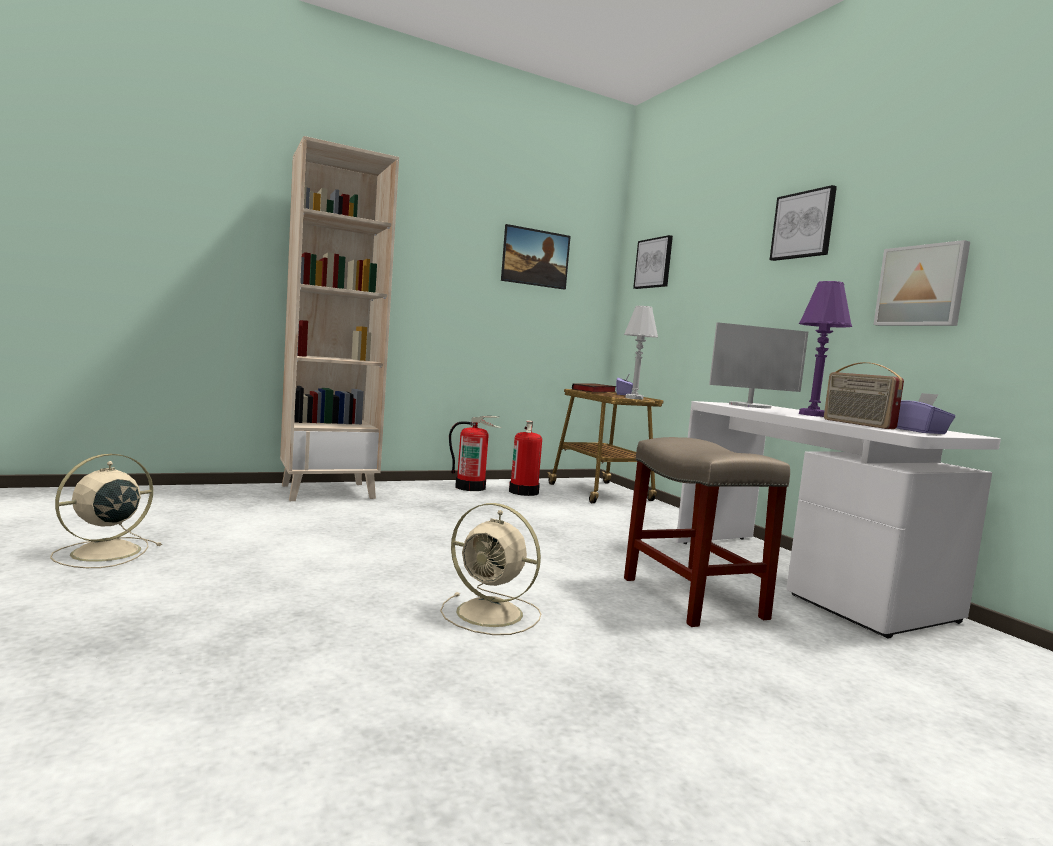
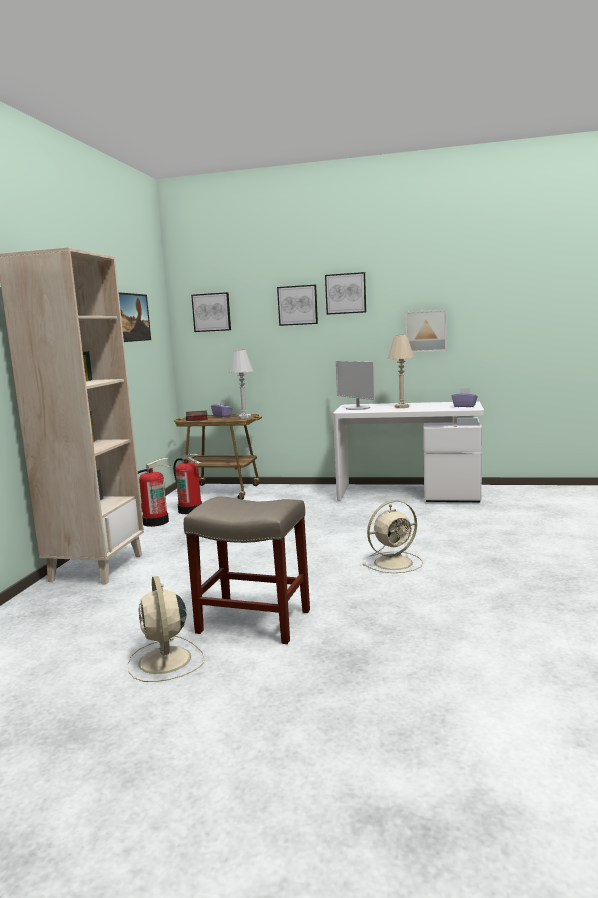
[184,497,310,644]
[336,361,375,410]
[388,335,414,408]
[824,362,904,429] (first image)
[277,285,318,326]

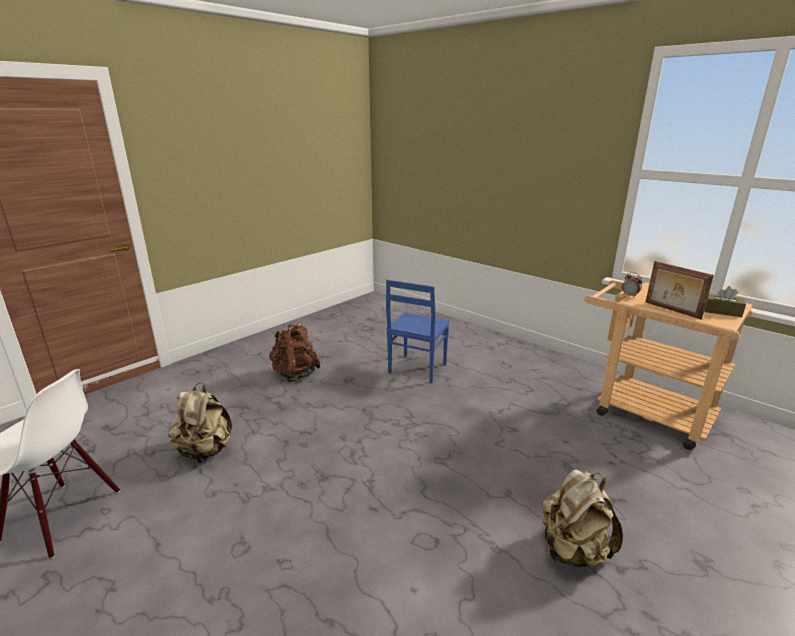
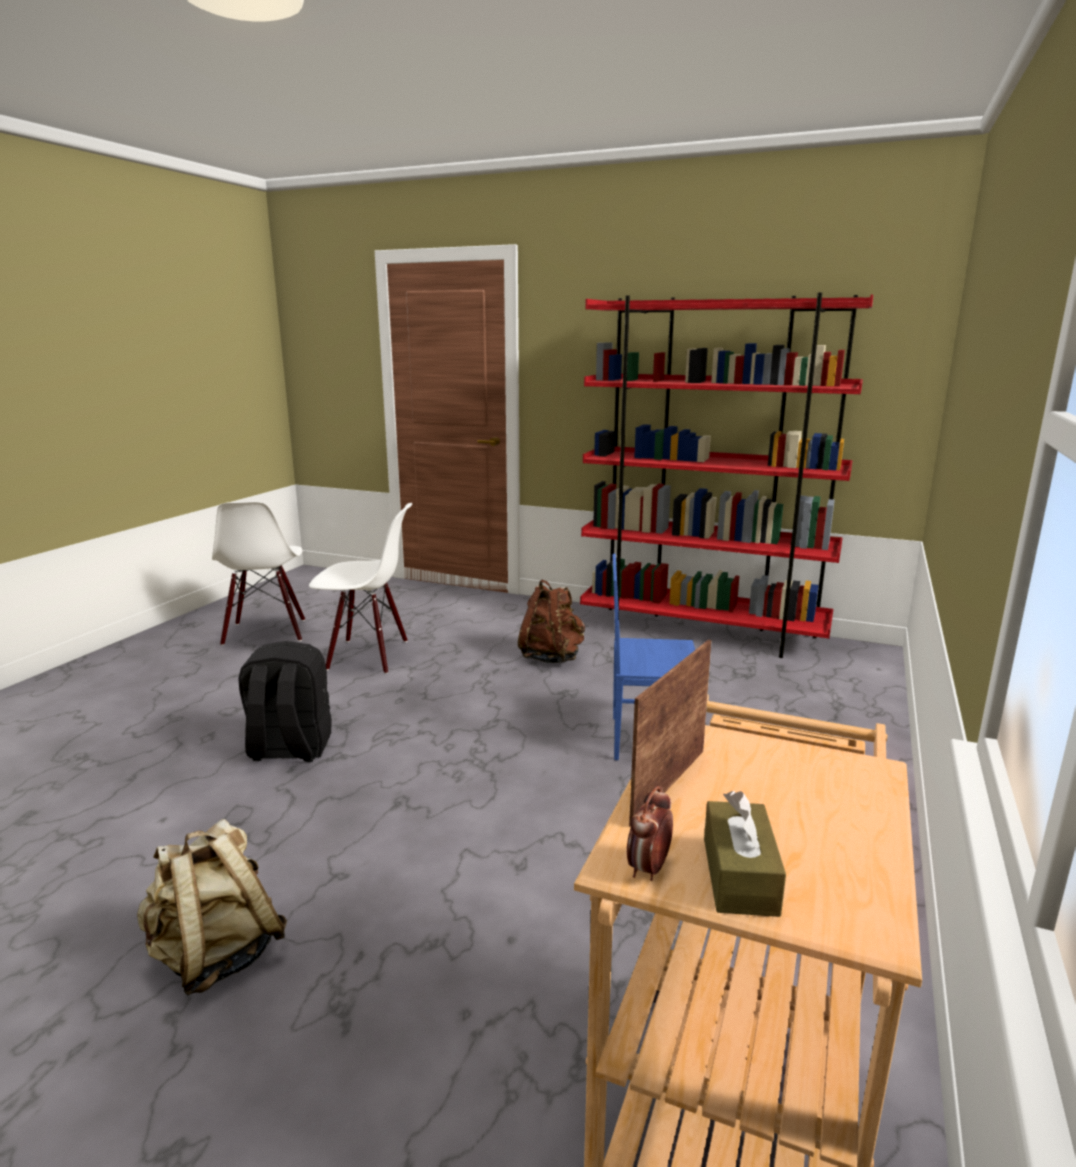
[309,503,412,674]
[627,786,673,881]
[238,641,332,762]
[580,292,873,658]

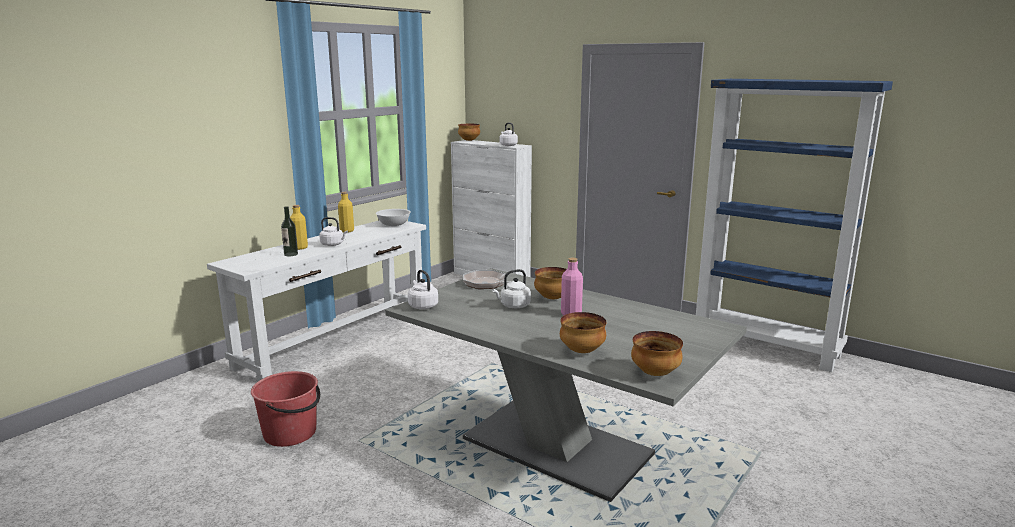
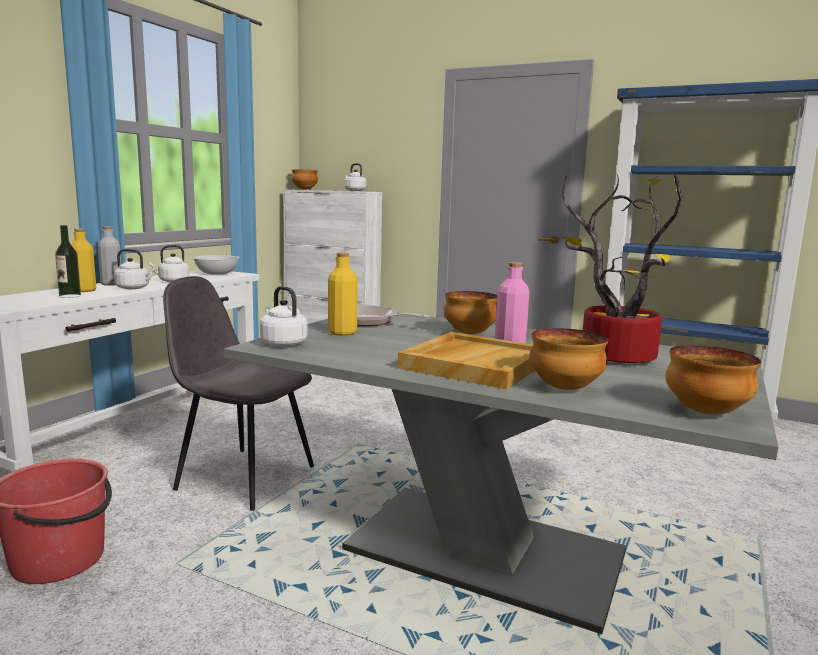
[328,252,358,336]
[148,245,190,282]
[98,226,122,286]
[163,276,314,511]
[398,332,535,390]
[561,173,682,363]

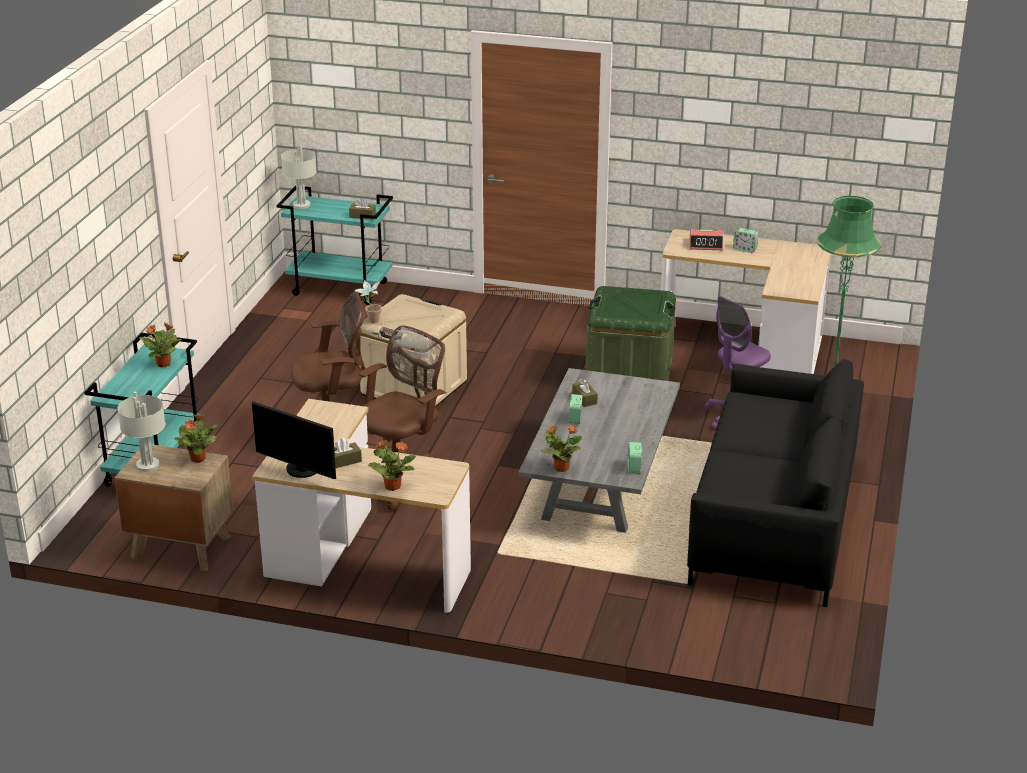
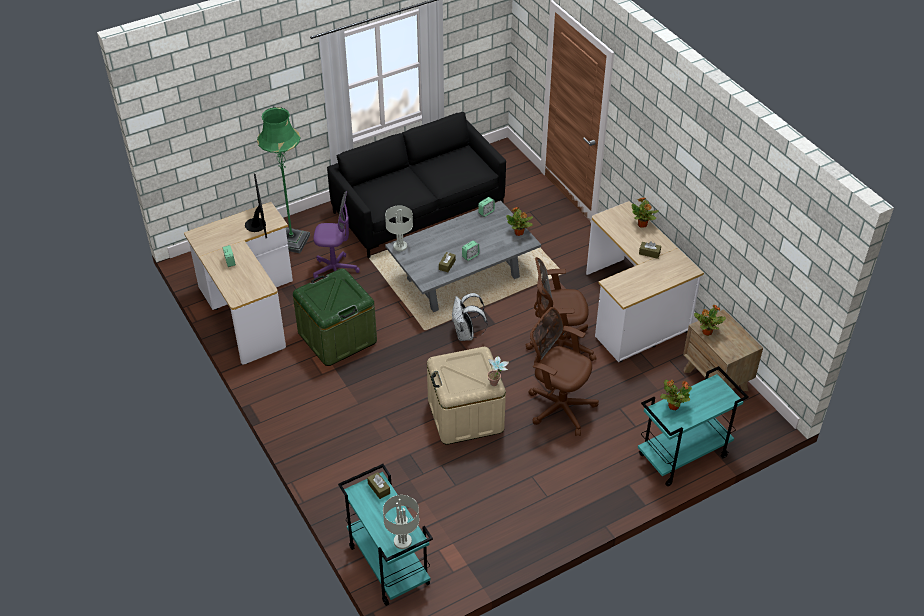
[385,206,413,251]
[245,173,267,238]
[690,229,723,250] (first image)
[452,293,487,341]

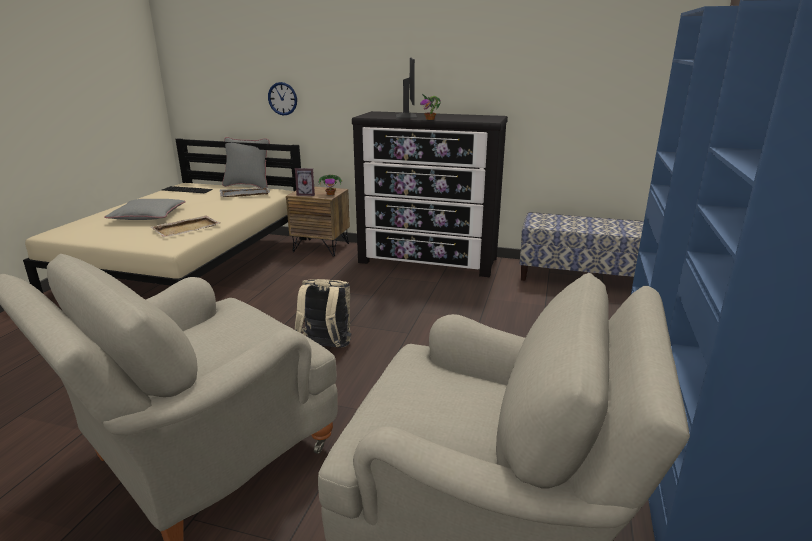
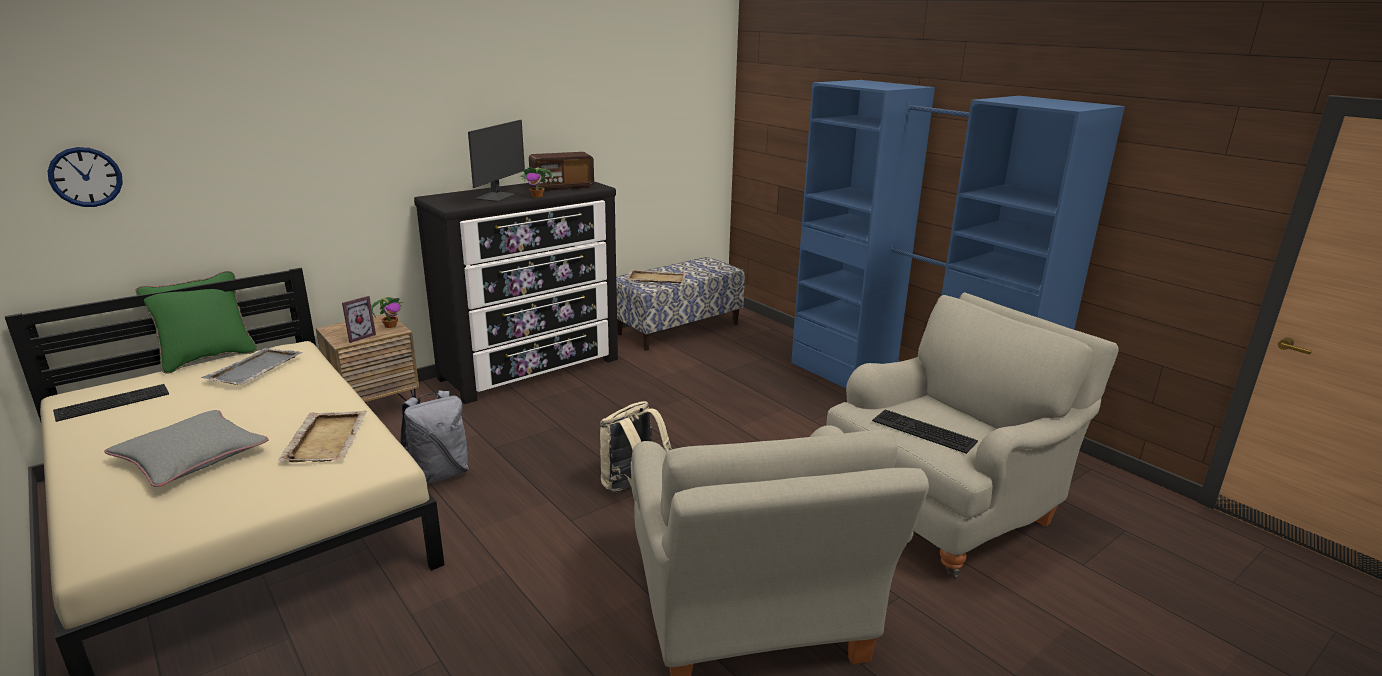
[135,271,257,374]
[48,147,123,207]
[468,120,525,202]
[400,390,469,484]
[529,152,594,191]
[626,269,686,284]
[872,410,978,454]

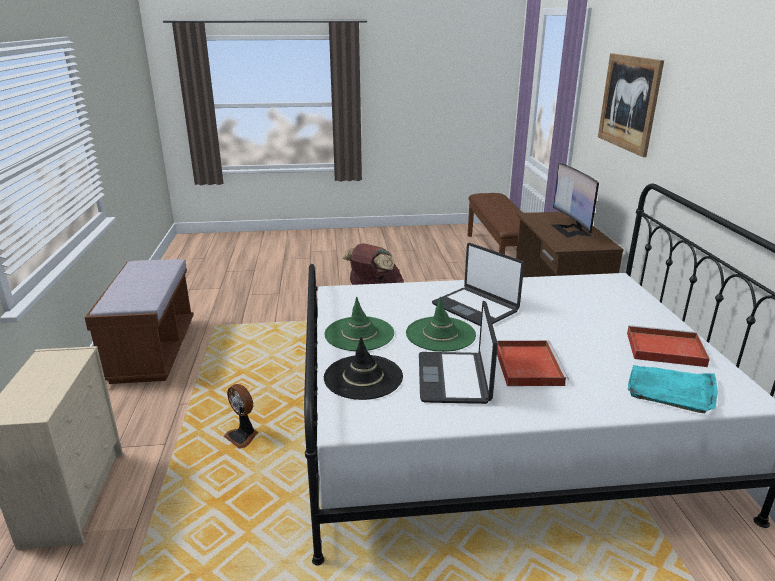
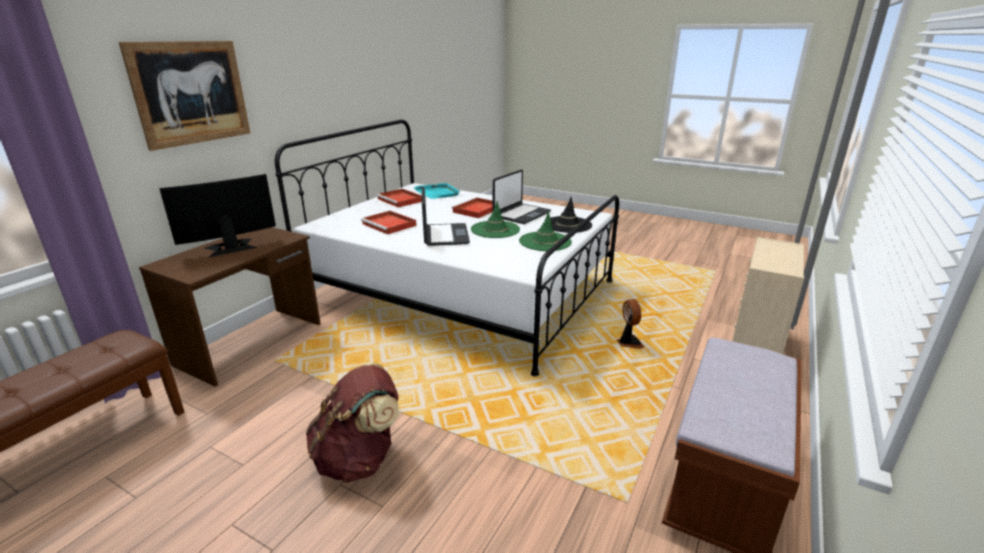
[159,174,276,258]
[361,211,417,235]

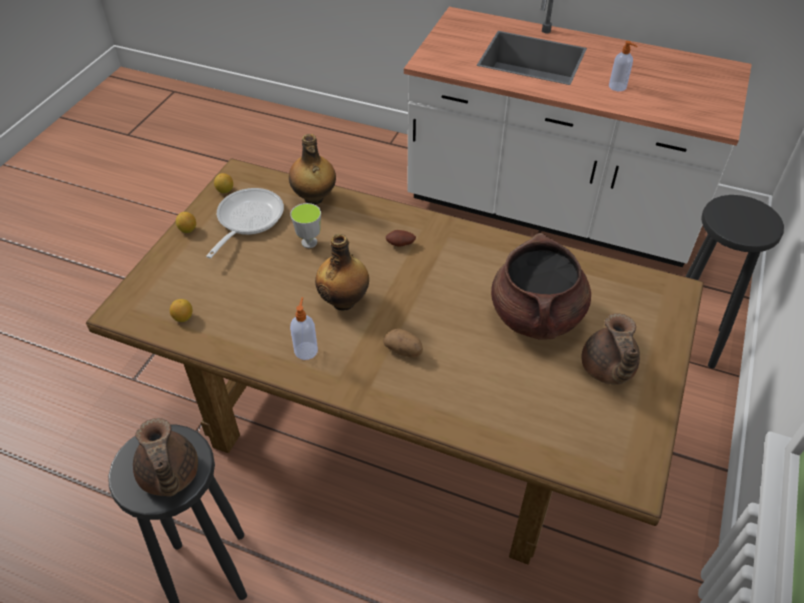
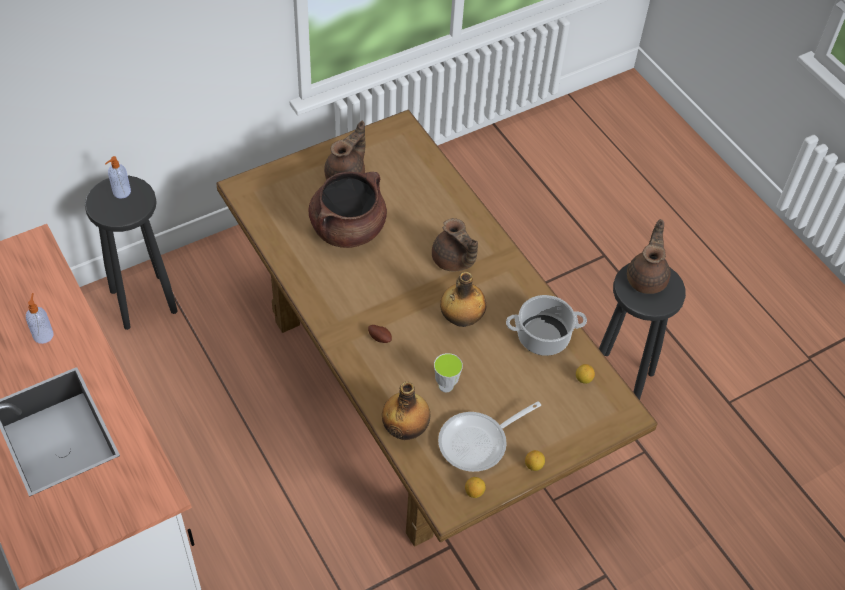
[105,156,131,198]
[432,218,478,271]
[506,295,587,356]

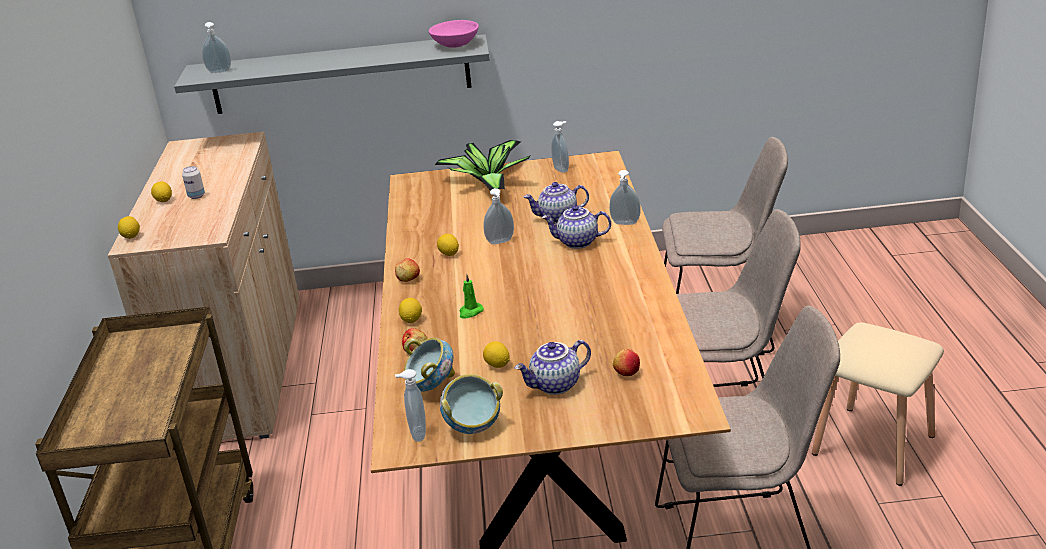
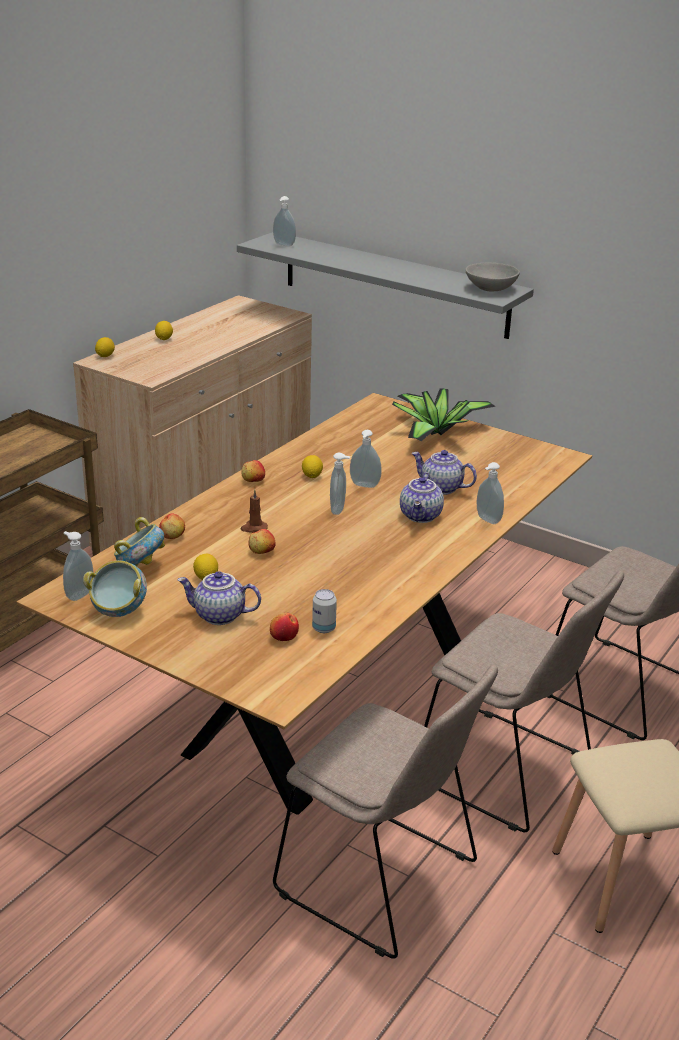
[312,589,337,633]
[399,298,422,323] (first image)
[465,263,520,291]
[240,489,268,533]
[400,472,444,523]
[330,453,351,515]
[248,529,276,554]

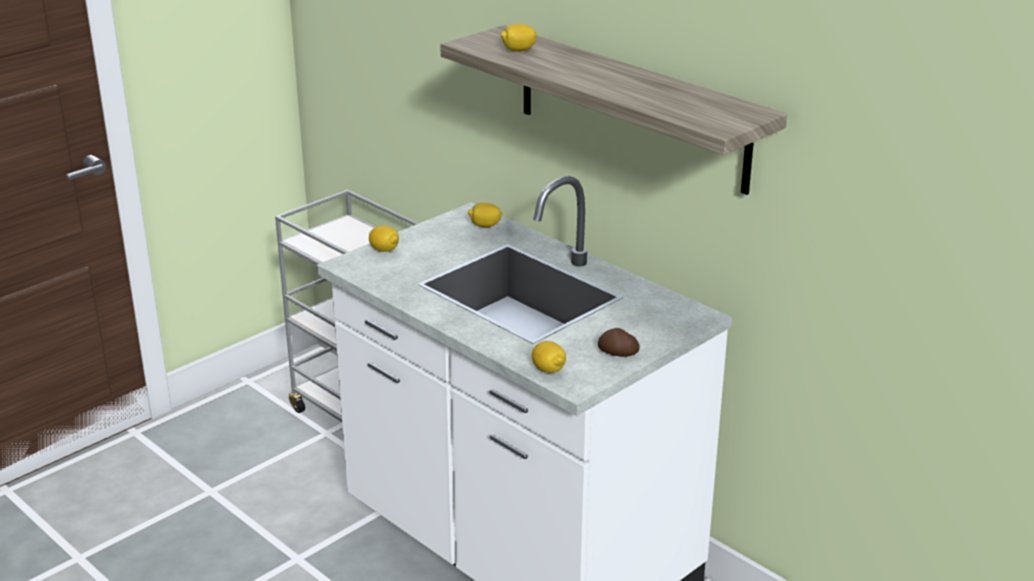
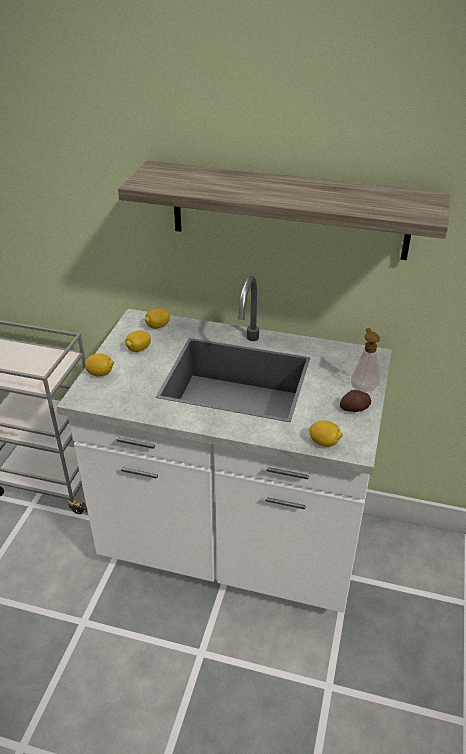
[125,330,151,352]
[351,328,380,392]

